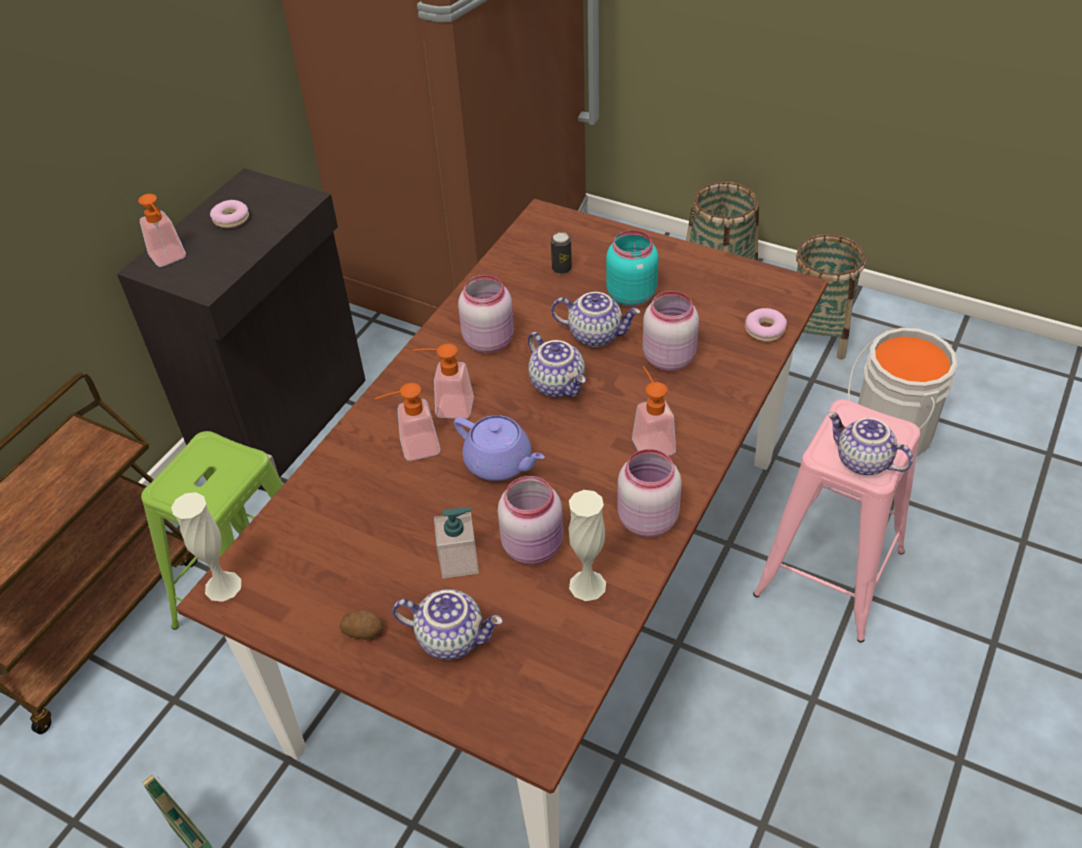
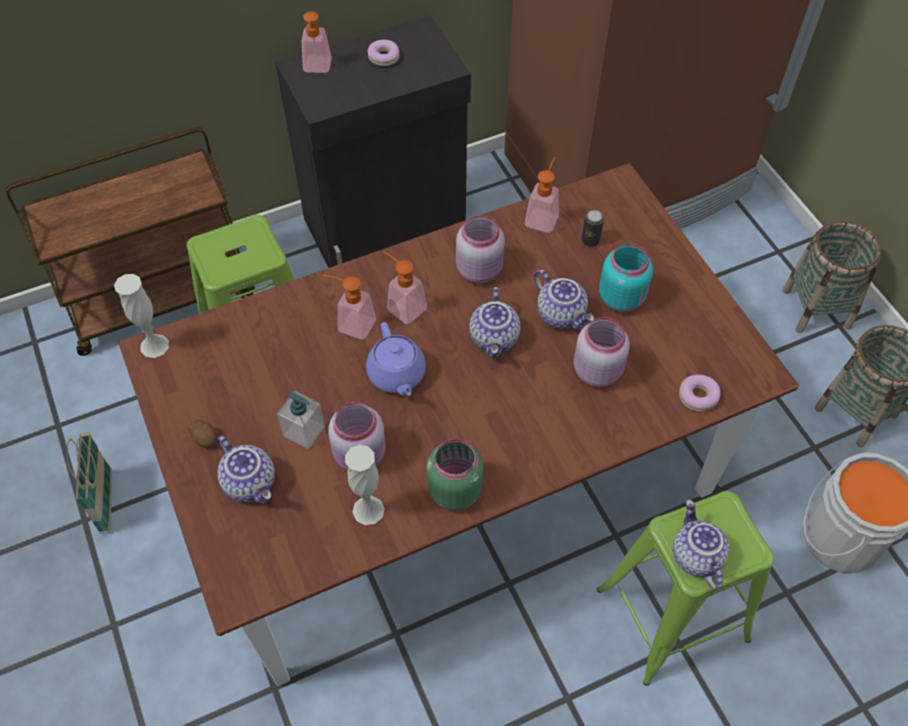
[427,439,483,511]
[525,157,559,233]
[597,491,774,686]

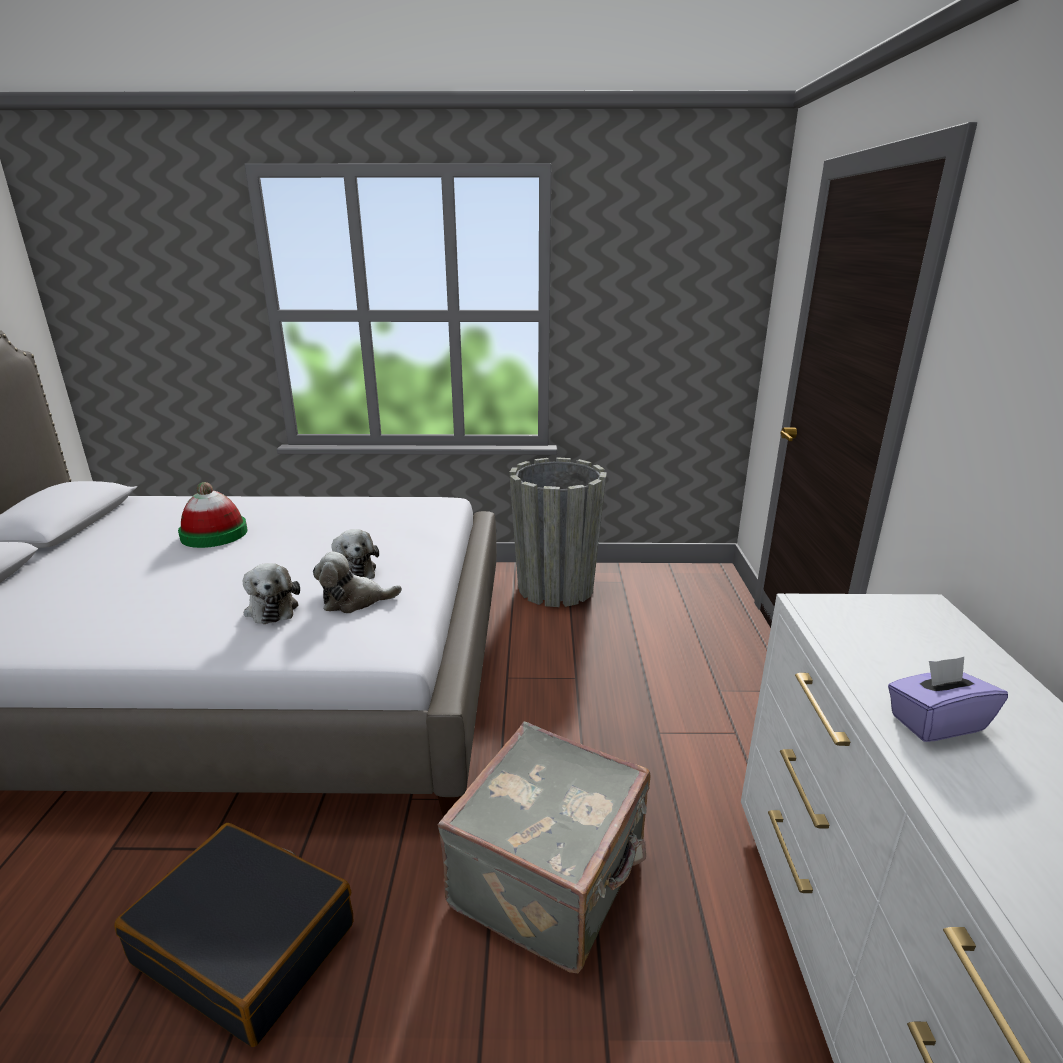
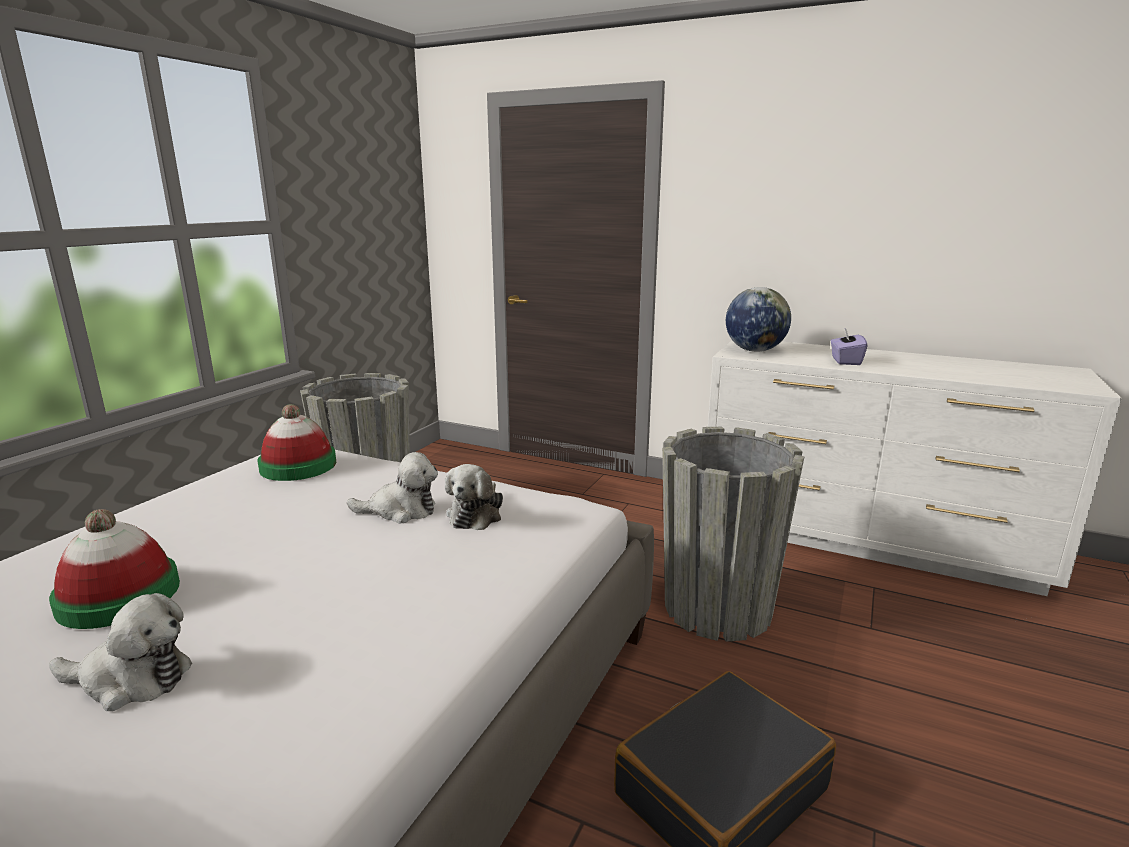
[49,593,192,711]
[662,427,804,642]
[257,404,336,481]
[726,287,791,352]

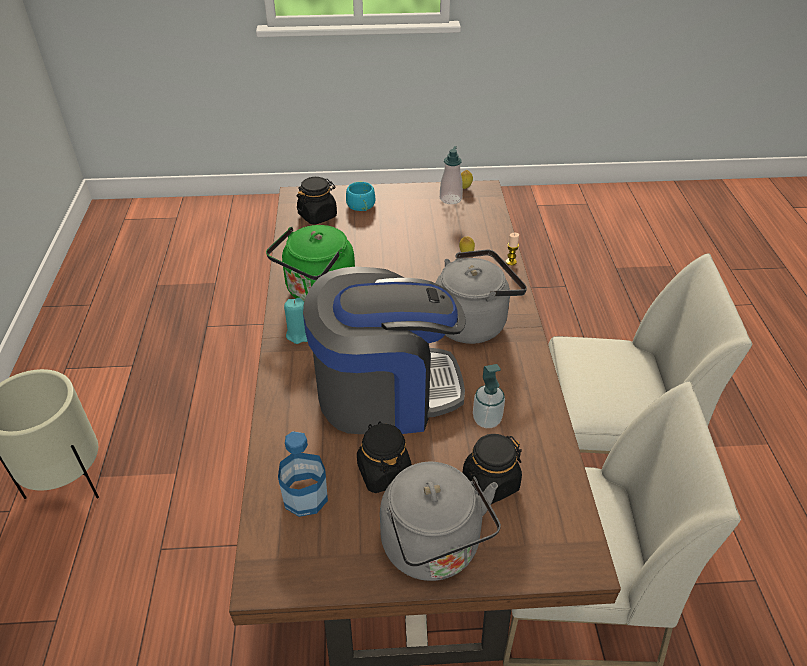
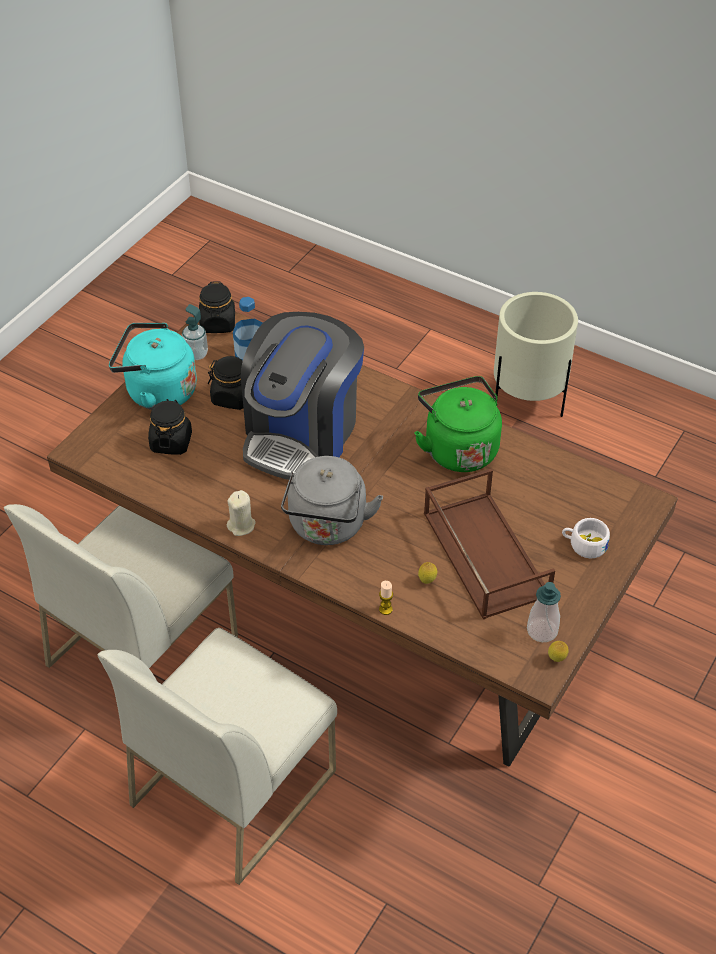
[284,298,308,344] (first image)
[199,281,235,333]
[562,518,610,559]
[109,323,197,410]
[182,304,208,360]
[227,490,256,536]
[424,468,555,619]

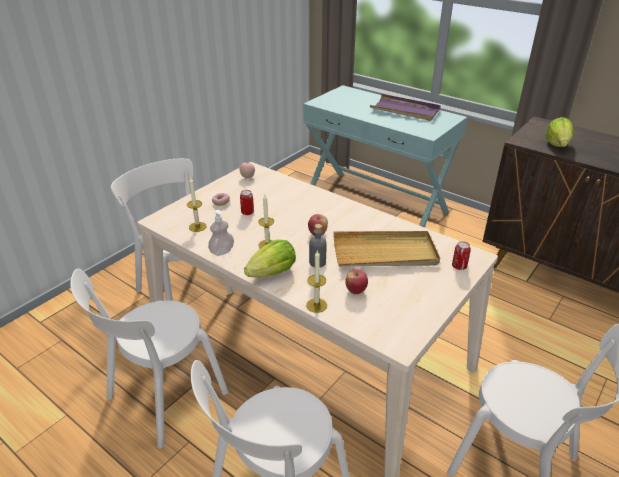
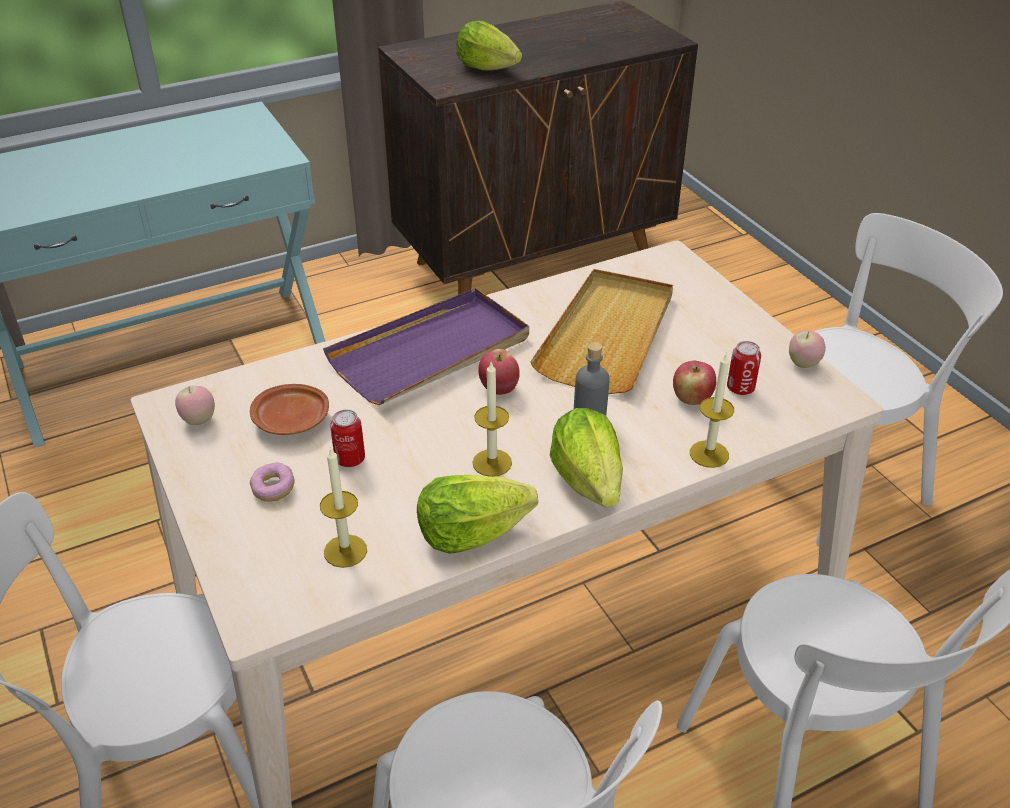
[417,475,538,554]
[323,288,529,405]
[727,341,761,395]
[250,384,329,435]
[789,330,826,368]

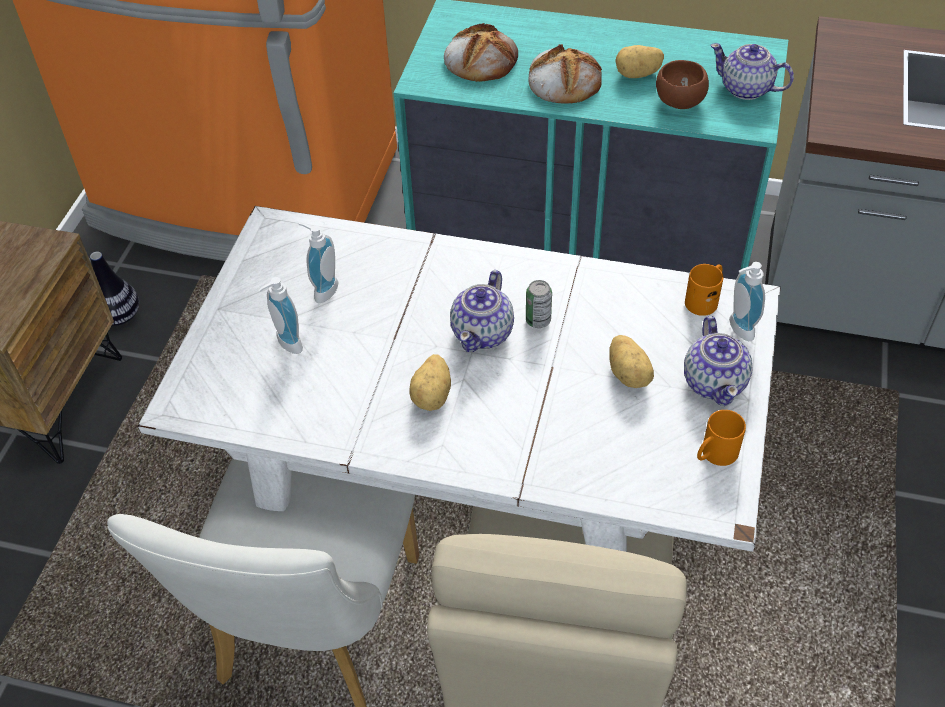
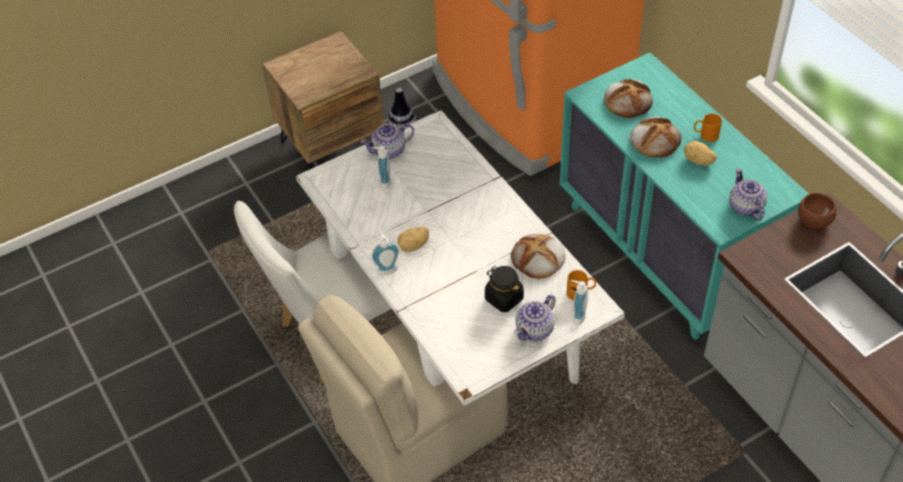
[372,229,399,276]
[361,124,414,159]
[526,280,552,328] (first image)
[485,266,524,312]
[798,193,837,228]
[694,113,722,142]
[511,234,566,279]

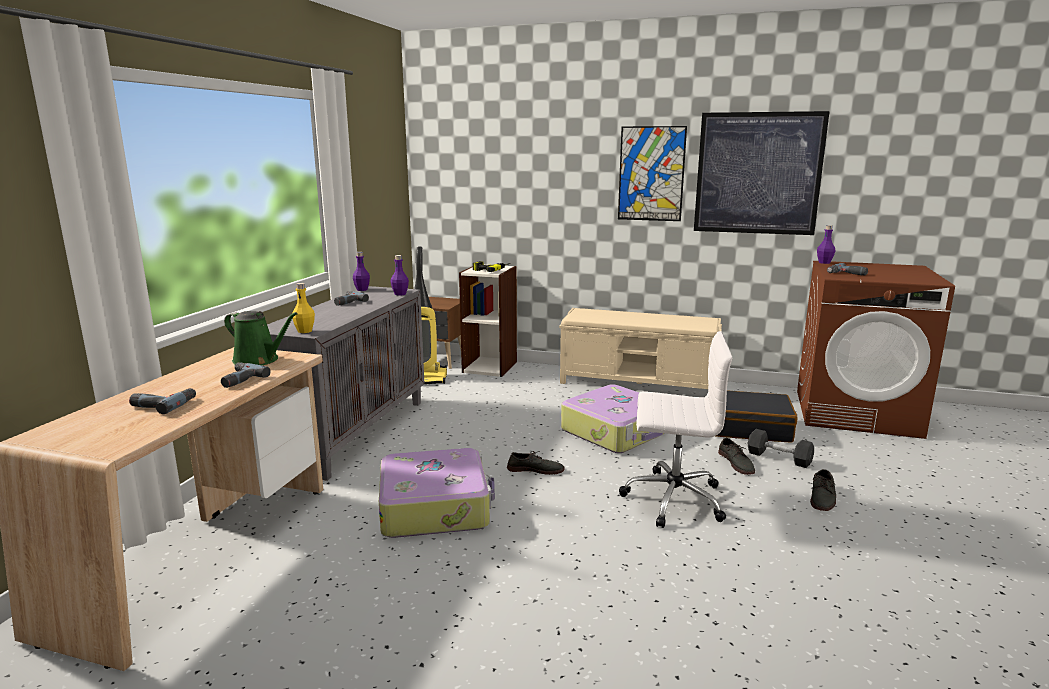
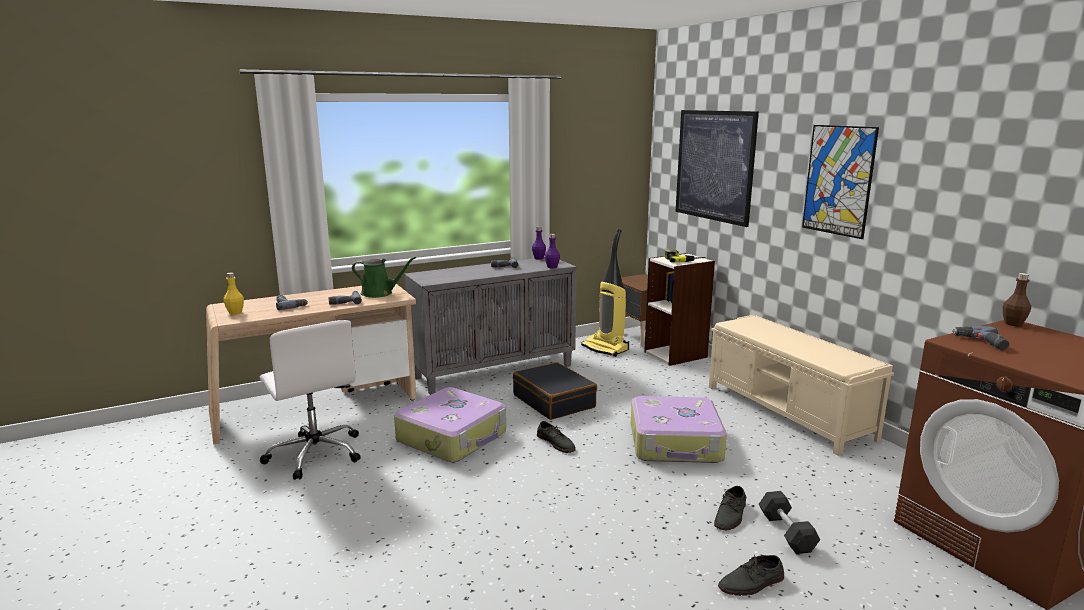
[352,257,416,298]
[223,273,244,315]
[260,320,361,480]
[675,110,759,227]
[513,362,597,420]
[1003,273,1031,326]

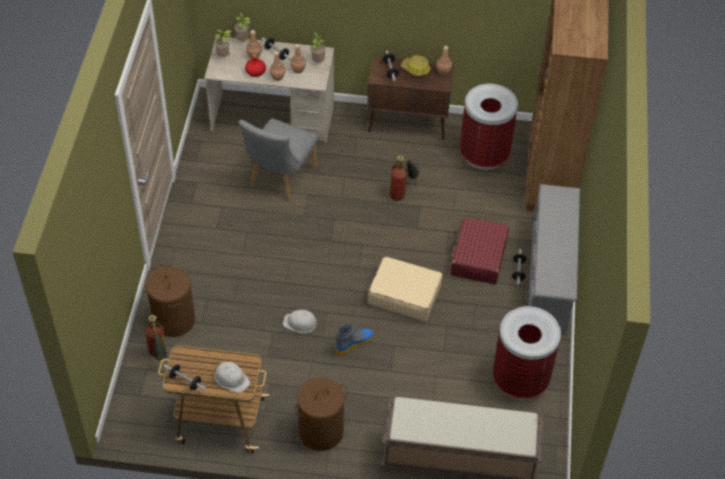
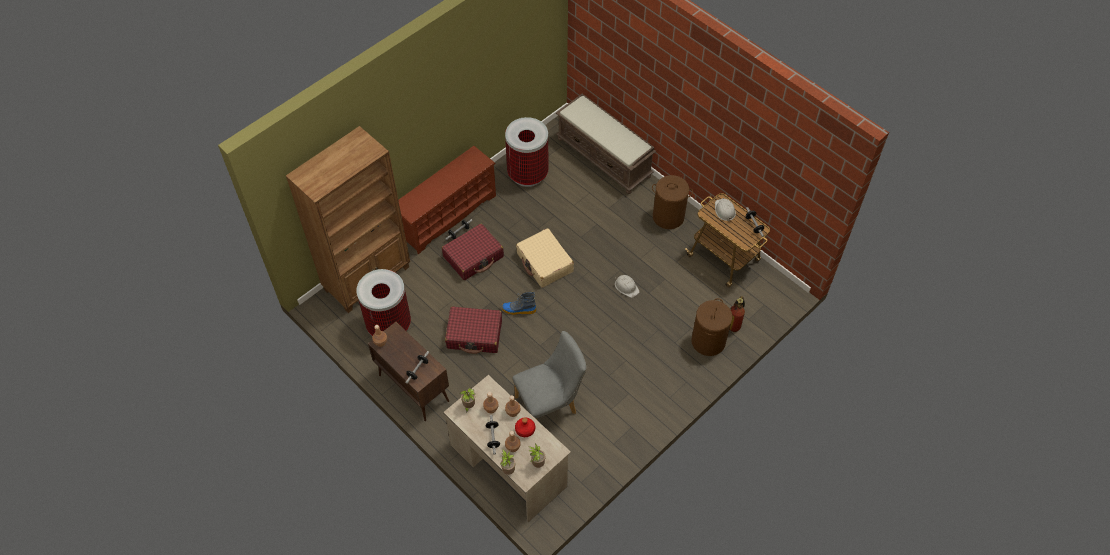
[502,292,536,315]
[445,306,502,354]
[401,55,430,76] (first image)
[398,146,496,254]

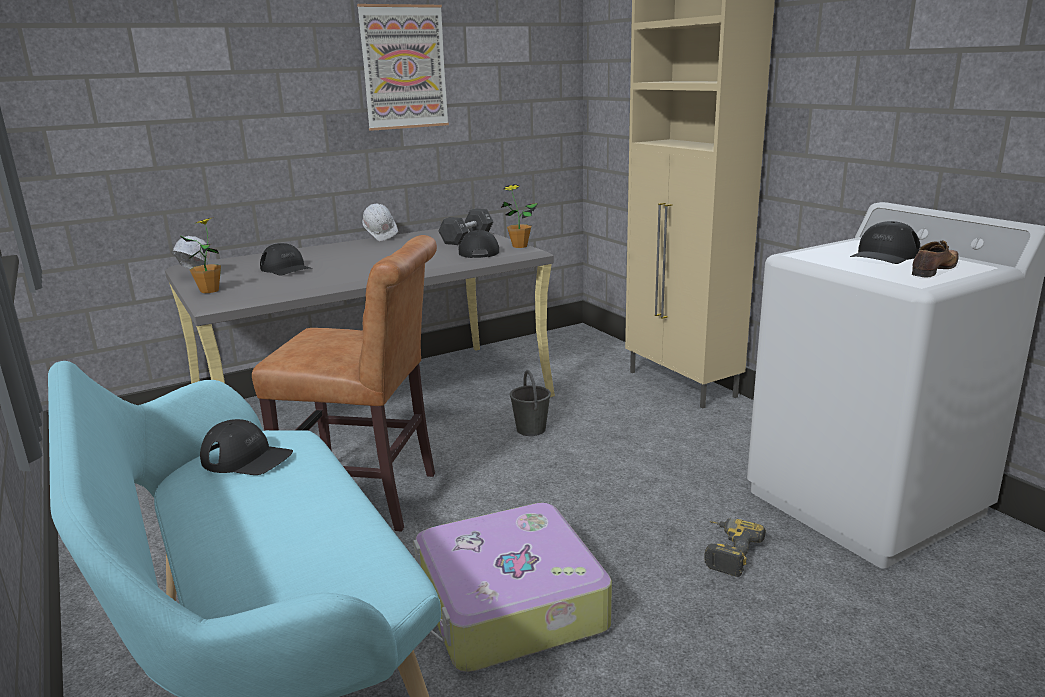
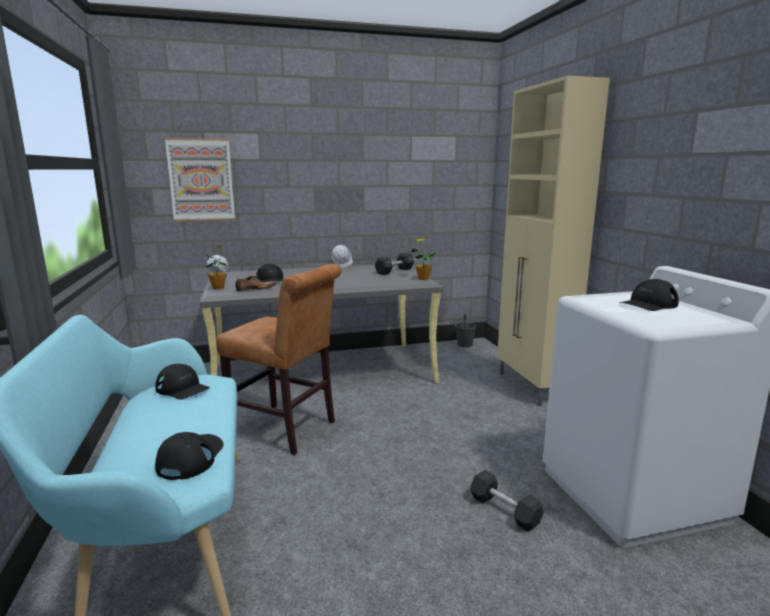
[165,138,235,221]
[413,503,612,672] (first image)
[155,432,224,480]
[455,314,476,348]
[470,470,544,532]
[235,276,276,292]

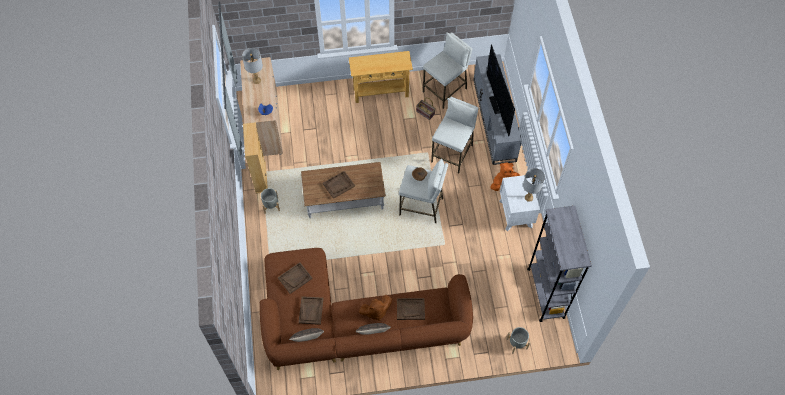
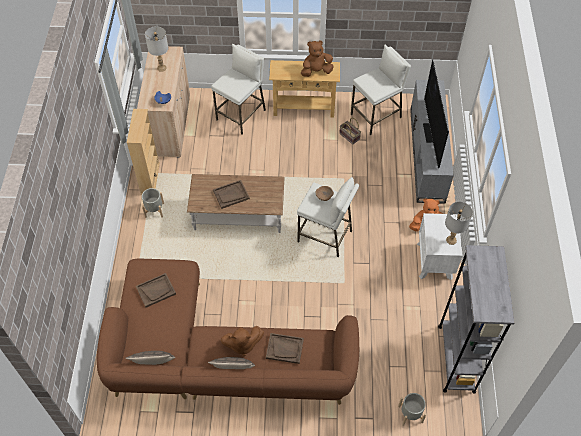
[299,296,323,325] (first image)
[211,44,266,135]
[301,40,334,77]

